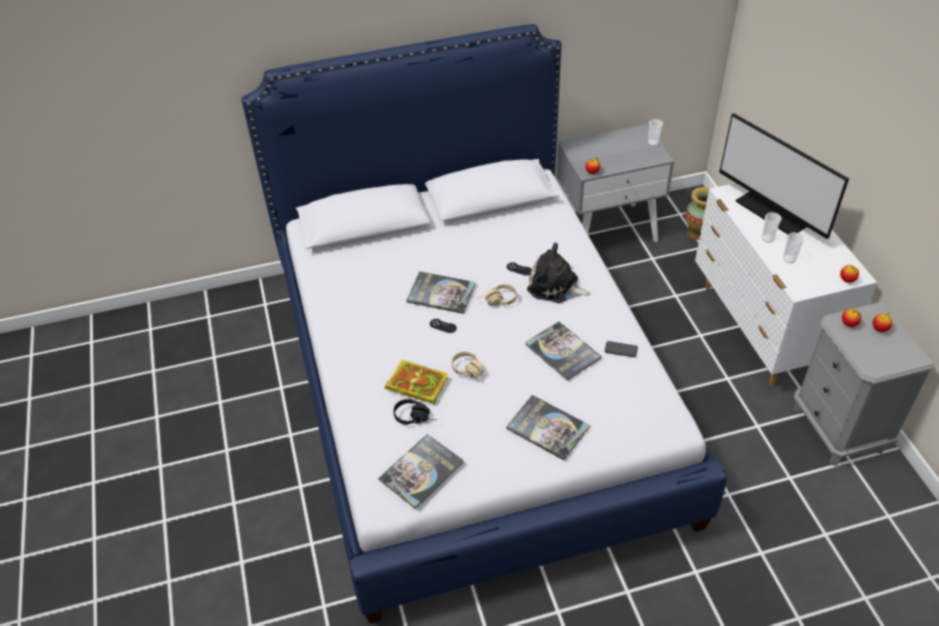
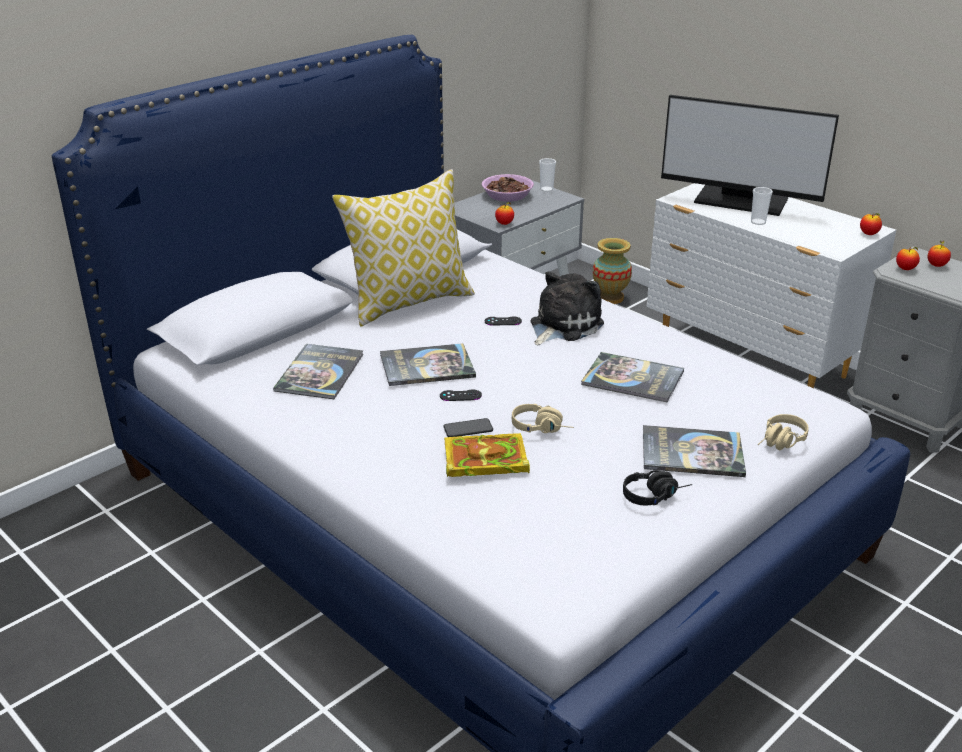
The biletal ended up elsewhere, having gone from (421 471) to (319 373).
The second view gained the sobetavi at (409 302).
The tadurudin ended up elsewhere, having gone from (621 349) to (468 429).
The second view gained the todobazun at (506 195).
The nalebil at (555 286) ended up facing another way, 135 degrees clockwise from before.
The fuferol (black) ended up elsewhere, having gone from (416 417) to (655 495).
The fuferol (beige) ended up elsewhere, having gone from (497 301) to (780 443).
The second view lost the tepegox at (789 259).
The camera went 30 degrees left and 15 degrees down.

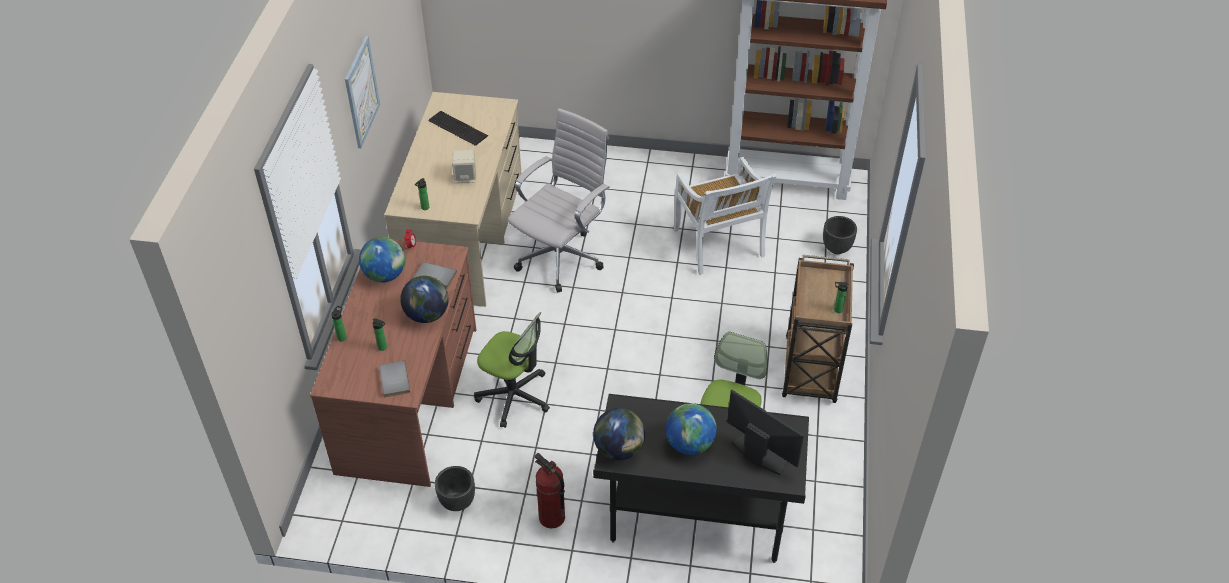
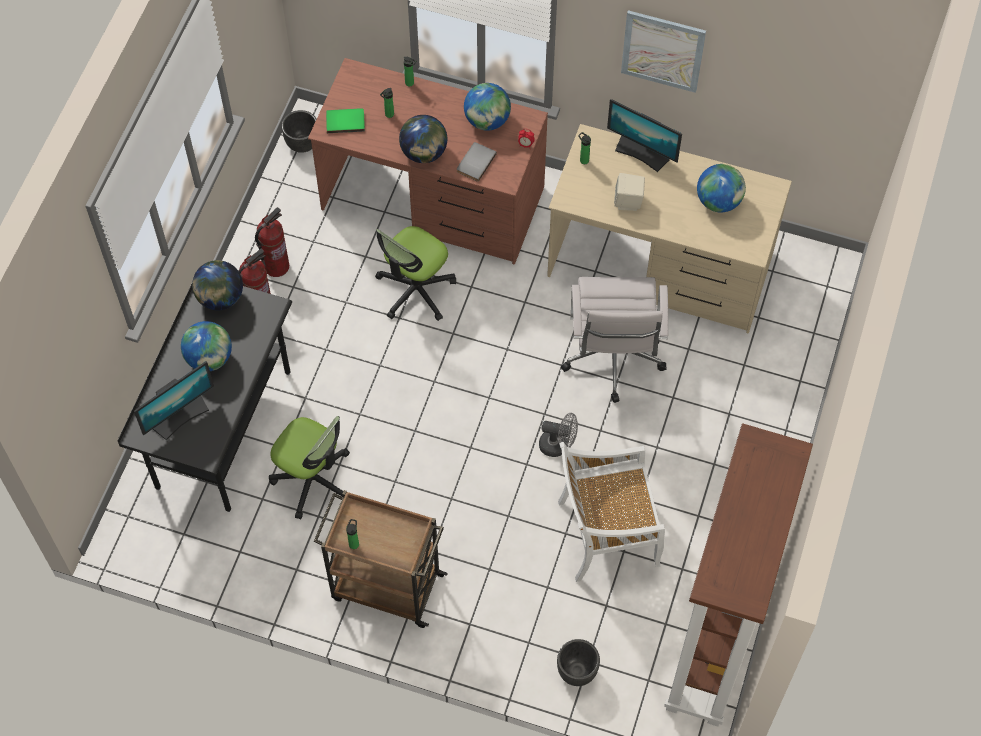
The second view gained the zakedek at (276 266).
The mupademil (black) ended up elsewhere, having gone from (457 502) to (302 144).
What was the biletal (grey) at (393 380) turned into the biletal (green) at (345 121).
The second view gained the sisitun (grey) at (558 445).
The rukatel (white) at (562 256) ended up facing another way, 45 degrees clockwise from before.
The second view gained the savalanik at (642 152).
Where the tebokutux stood at (458 127), the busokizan came to stand at (718 201).
The camera went 100 degrees right and 15 degrees up.

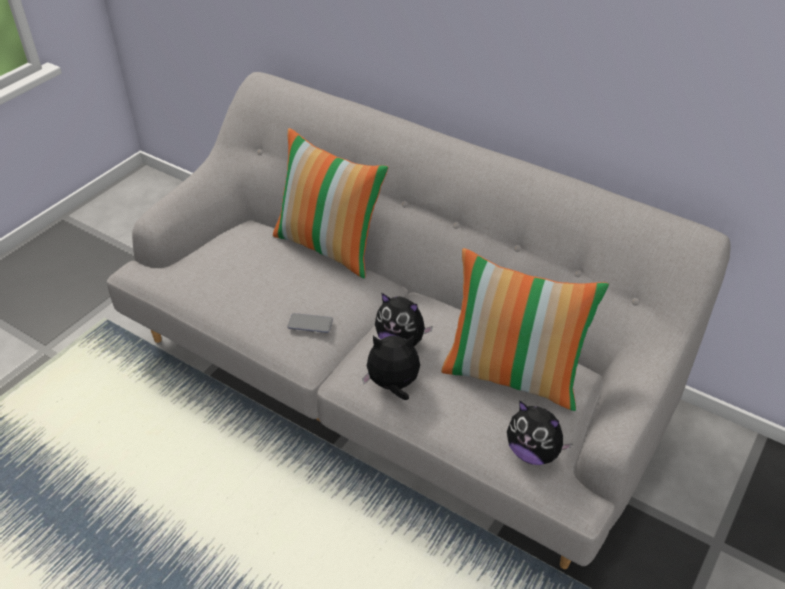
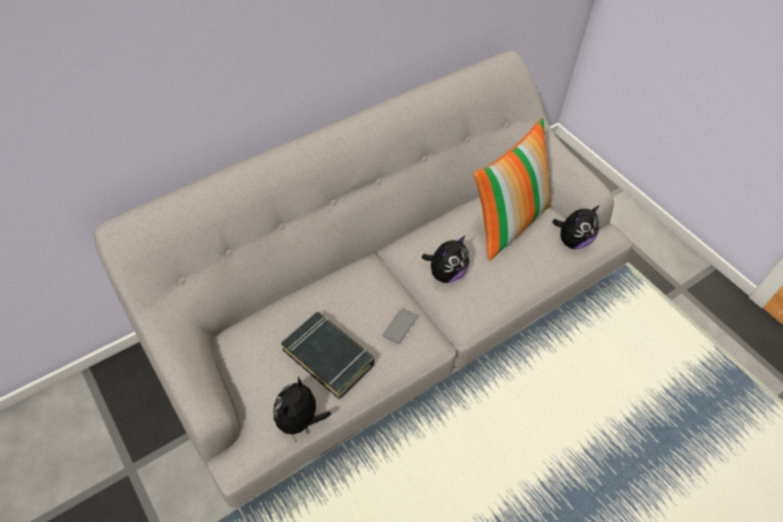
The nalebil ended up elsewhere, having gone from (393 386) to (300 420).
The second view gained the biletal (black) at (329 357).
The second view lost the sobetavi at (329 247).
The camera went 70 degrees left and 10 degrees up.

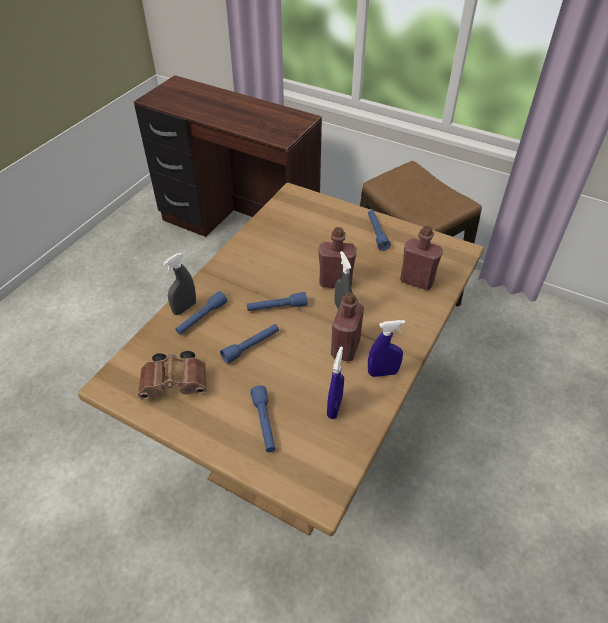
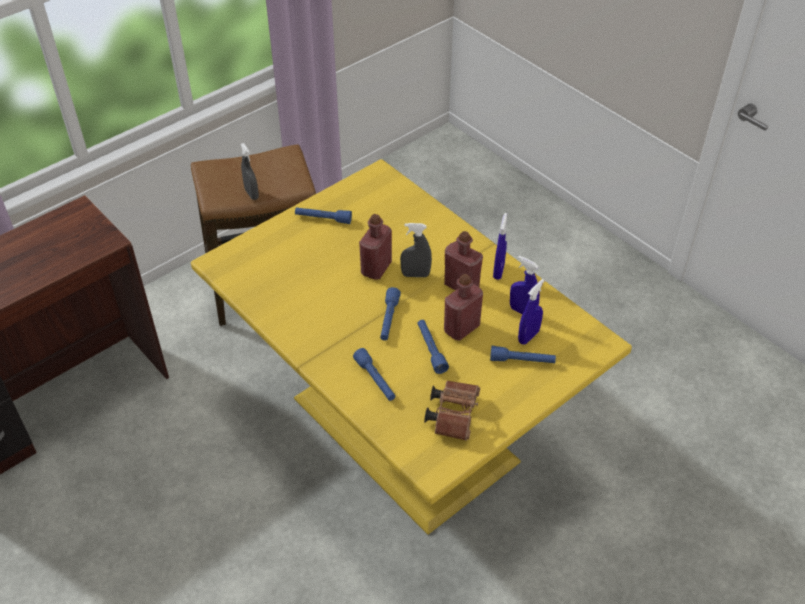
What was the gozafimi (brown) at (304 428) turned into the gozafimi (yellow) at (402 431).
The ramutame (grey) ended up elsewhere, having gone from (184 308) to (251 194).
The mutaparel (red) ended up elsewhere, having gone from (416 281) to (461 328).
The second view gained the ramutame (blue) at (528 336).
The camera went 70 degrees left and 0 degrees up.

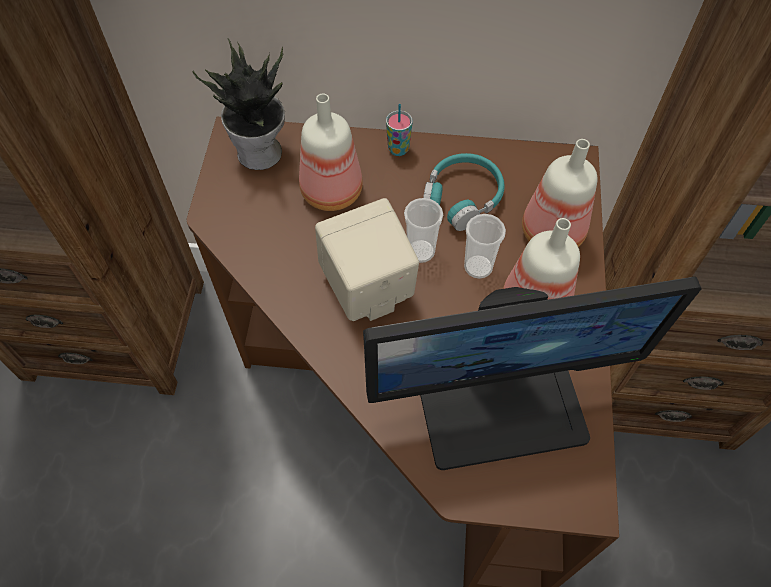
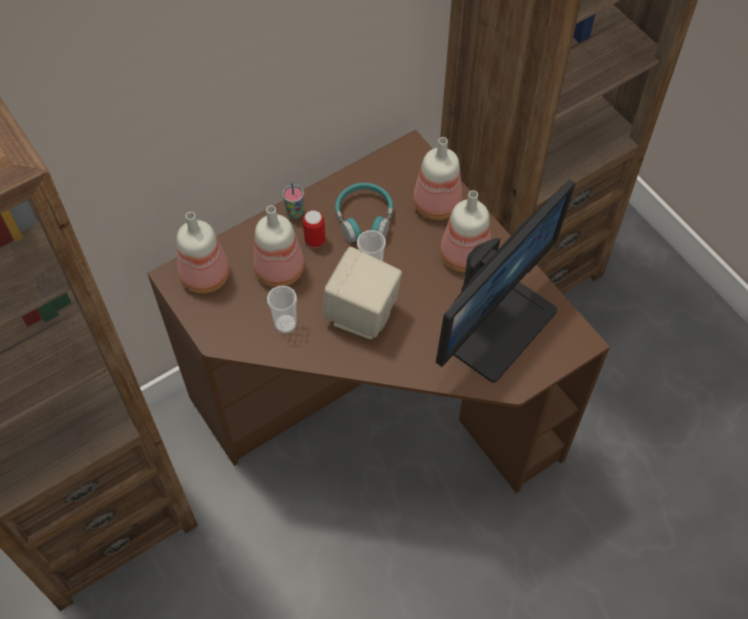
Where the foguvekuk stood at (261 153), the mutaparel came to stand at (207 276).
The tepegox ended up elsewhere, having gone from (478 267) to (285 324).
The second view gained the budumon at (315 240).
The camera went 40 degrees left and 0 degrees up.

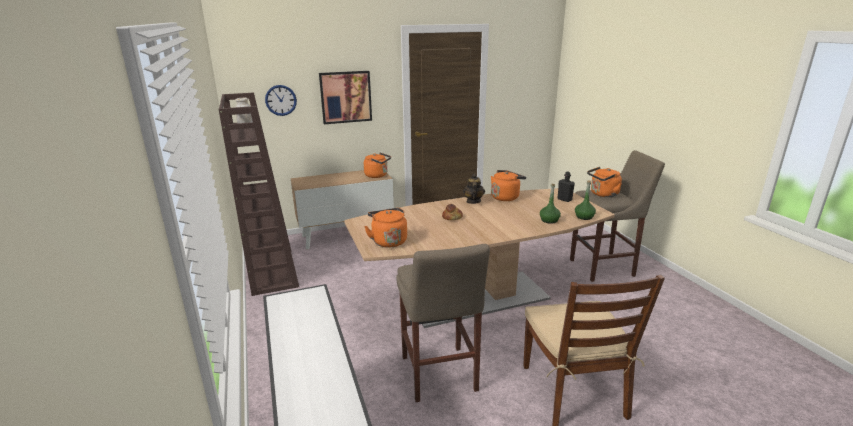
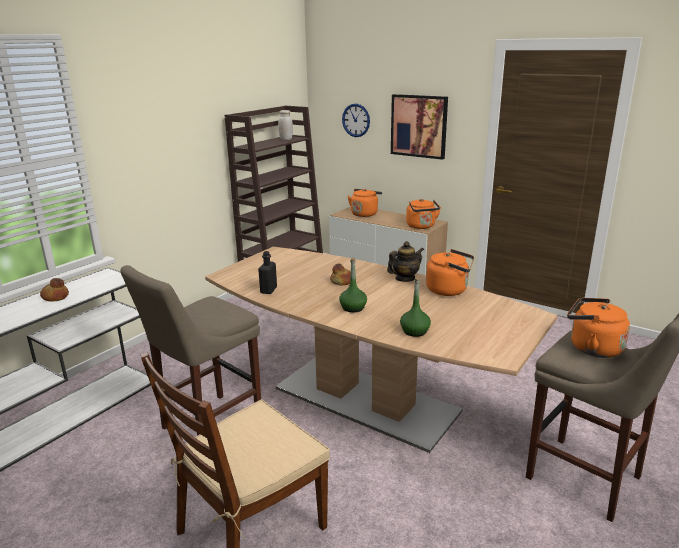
The second view gained the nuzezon at (55 297).
The mutaparel (black) ended up elsewhere, having gone from (564 199) to (268 290).
The mutaparel (green) ended up elsewhere, having gone from (584 217) to (353 308).
The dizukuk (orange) ended up elsewhere, having gone from (388 241) to (364 213).
The camera went 55 degrees right and 0 degrees up.

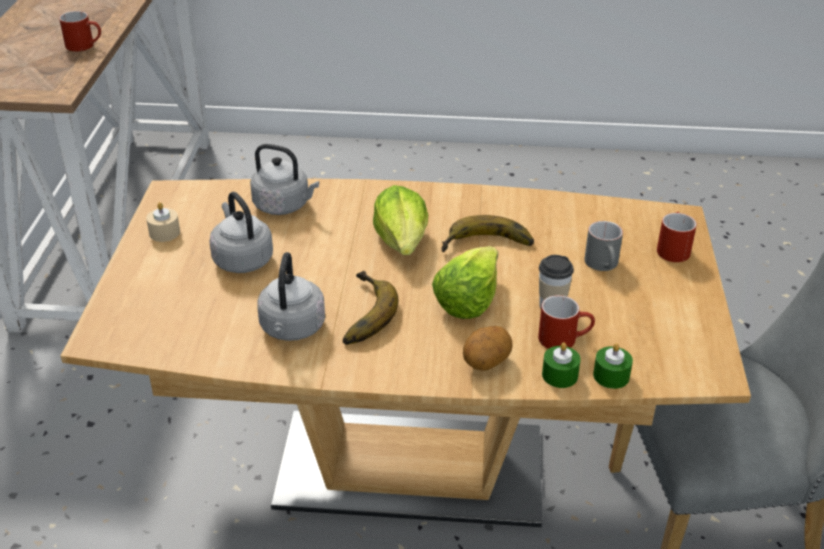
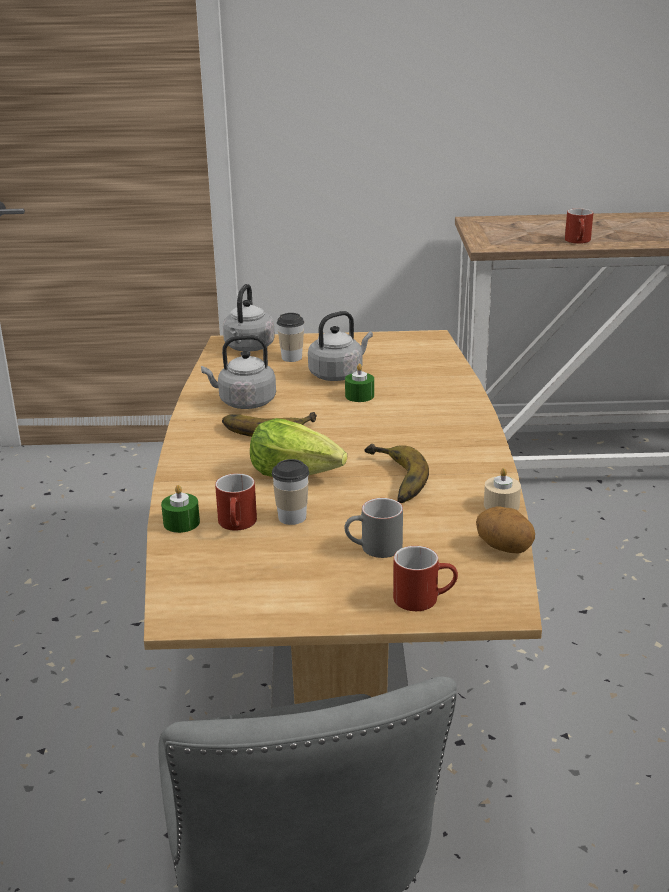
The dizukuk (grey) ended up elsewhere, having gone from (284 206) to (248 348).
The second view gained the tepegox at (291 357).
The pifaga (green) ended up elsewhere, having gone from (611 376) to (359 396).
The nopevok ended up elsewhere, having gone from (486 363) to (504 548).
The pifaga (beige) ended up elsewhere, having gone from (164 233) to (501 505).
The second view lost the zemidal at (402 241).
The camera went 85 degrees right and 10 degrees down.

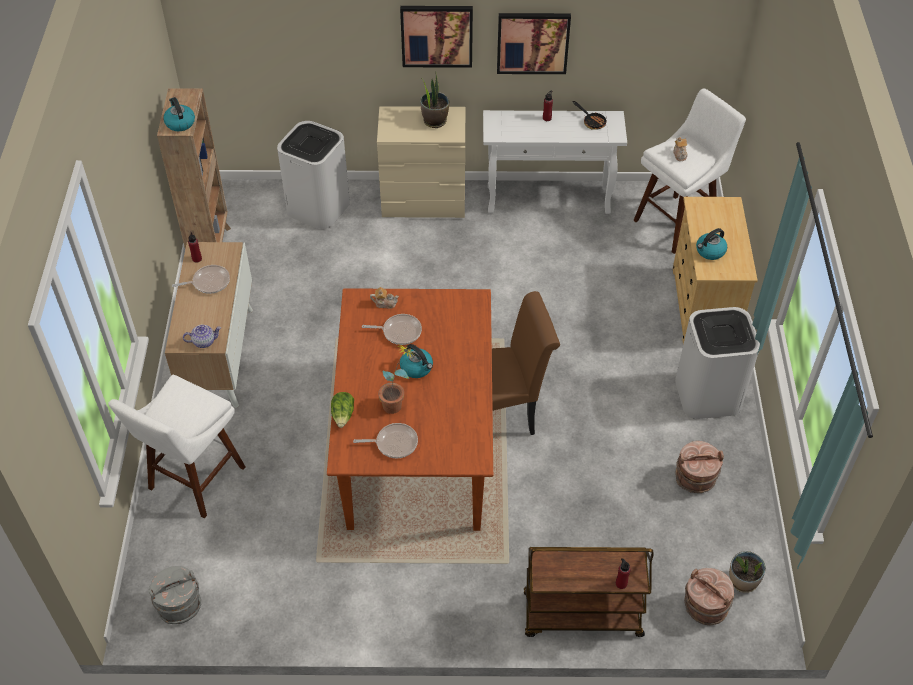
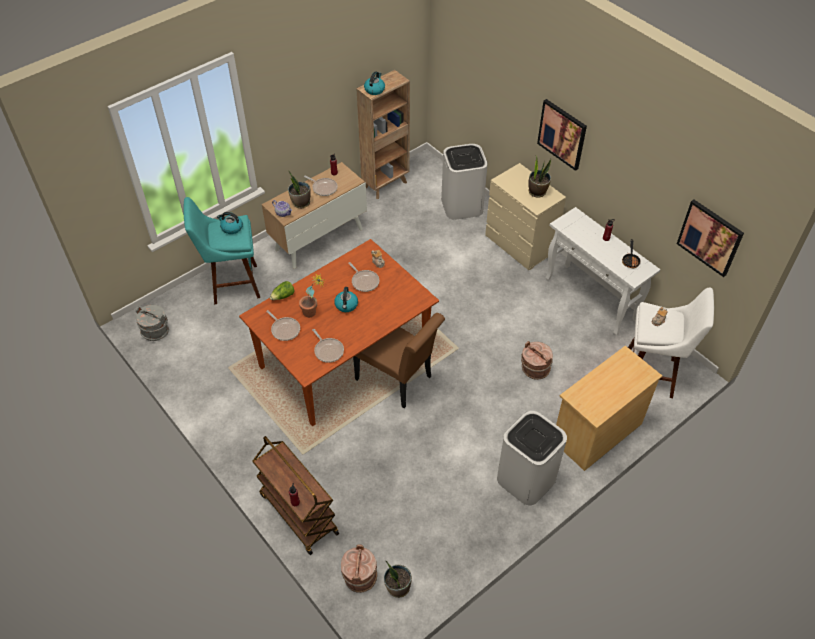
What was the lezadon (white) at (194 481) turned into the lezadon (turquoise) at (232 284).
The dizukuk ended up elsewhere, having gone from (710 251) to (231 228).
The second view gained the foguvekuk at (300 203).
The second view gained the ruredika at (328 350).
The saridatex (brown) ended up elsewhere, having gone from (695 479) to (534 369).
The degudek ended up elsewhere, having gone from (533 42) to (710 237).
The camera went 50 degrees right and 0 degrees up.

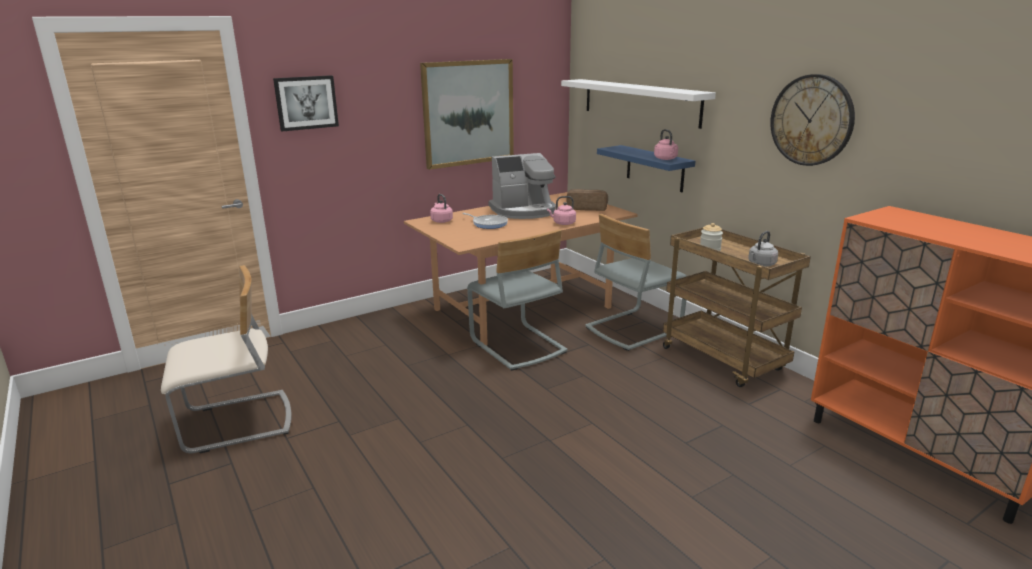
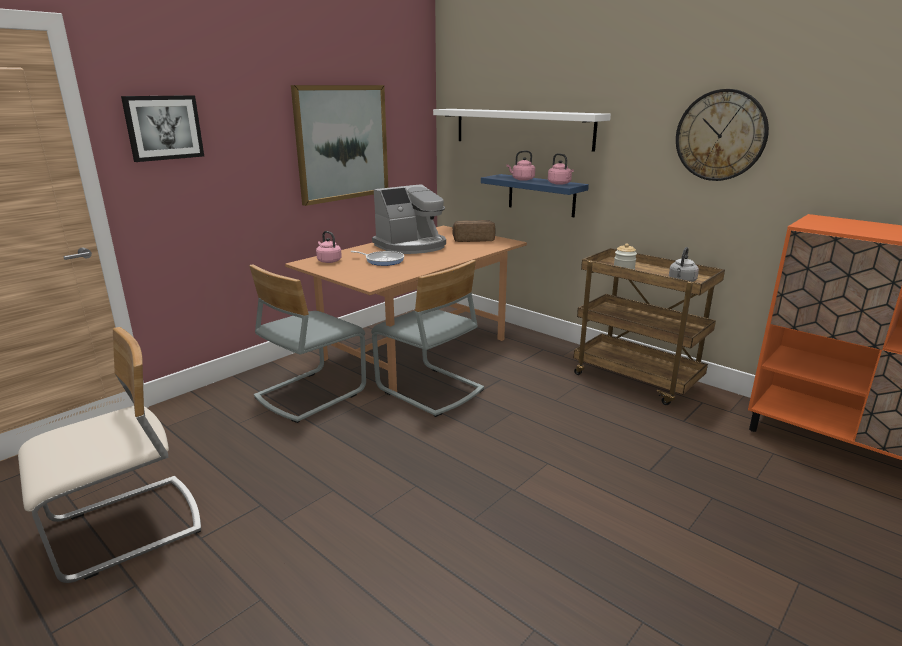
The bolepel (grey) ended up elsewhere, having gone from (632 329) to (310 394).
The dizukuk (pink) ended up elsewhere, having gone from (563 223) to (522 179).
The camera went 15 degrees left and 0 degrees up.

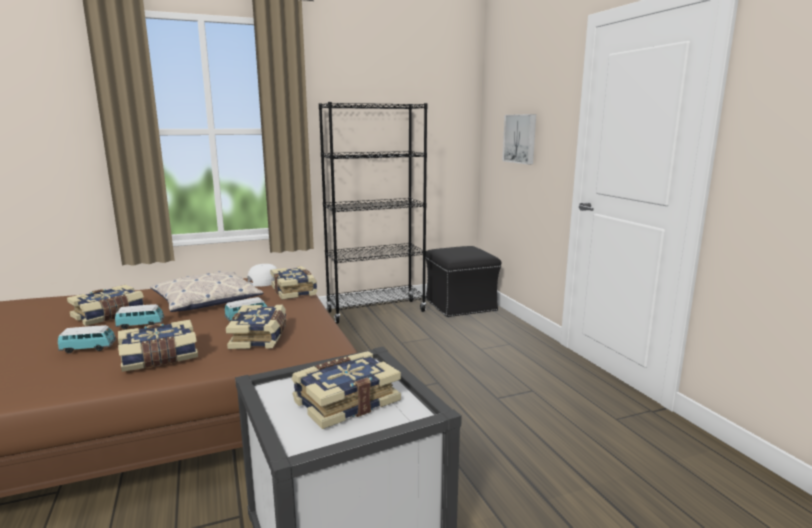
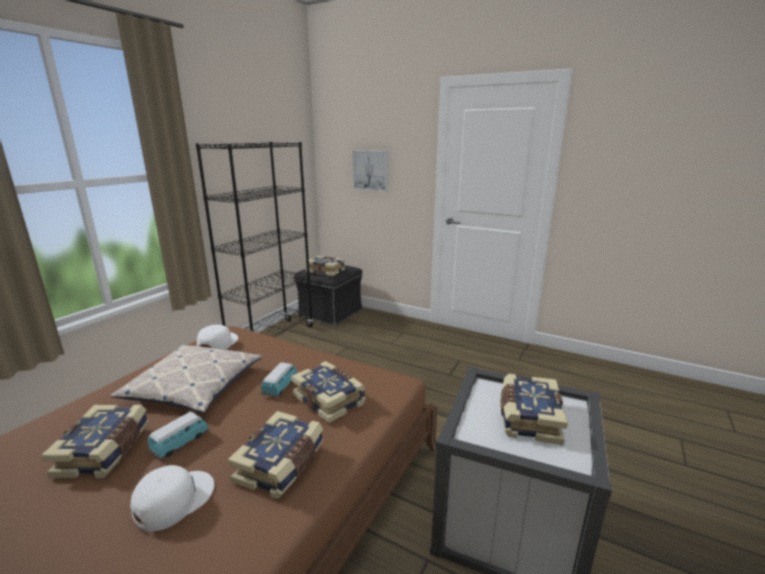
Where the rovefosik stood at (88 348), the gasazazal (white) came to stand at (173 499).
The biletal ended up elsewhere, having gone from (295 291) to (326 271).
The camera went 40 degrees left and 5 degrees up.

